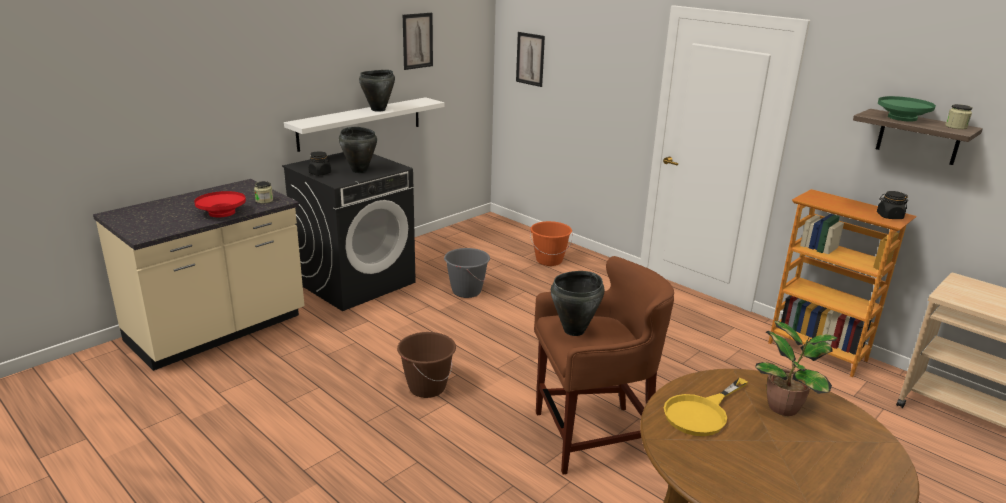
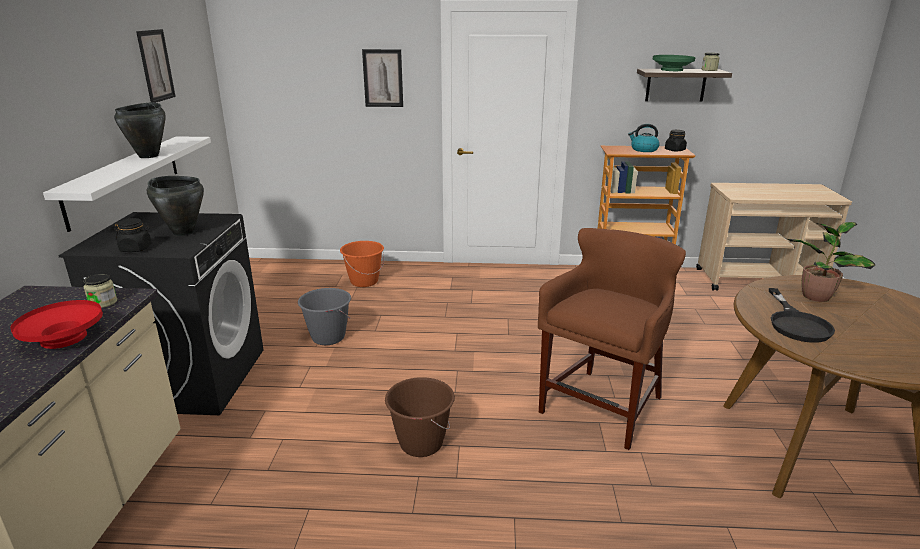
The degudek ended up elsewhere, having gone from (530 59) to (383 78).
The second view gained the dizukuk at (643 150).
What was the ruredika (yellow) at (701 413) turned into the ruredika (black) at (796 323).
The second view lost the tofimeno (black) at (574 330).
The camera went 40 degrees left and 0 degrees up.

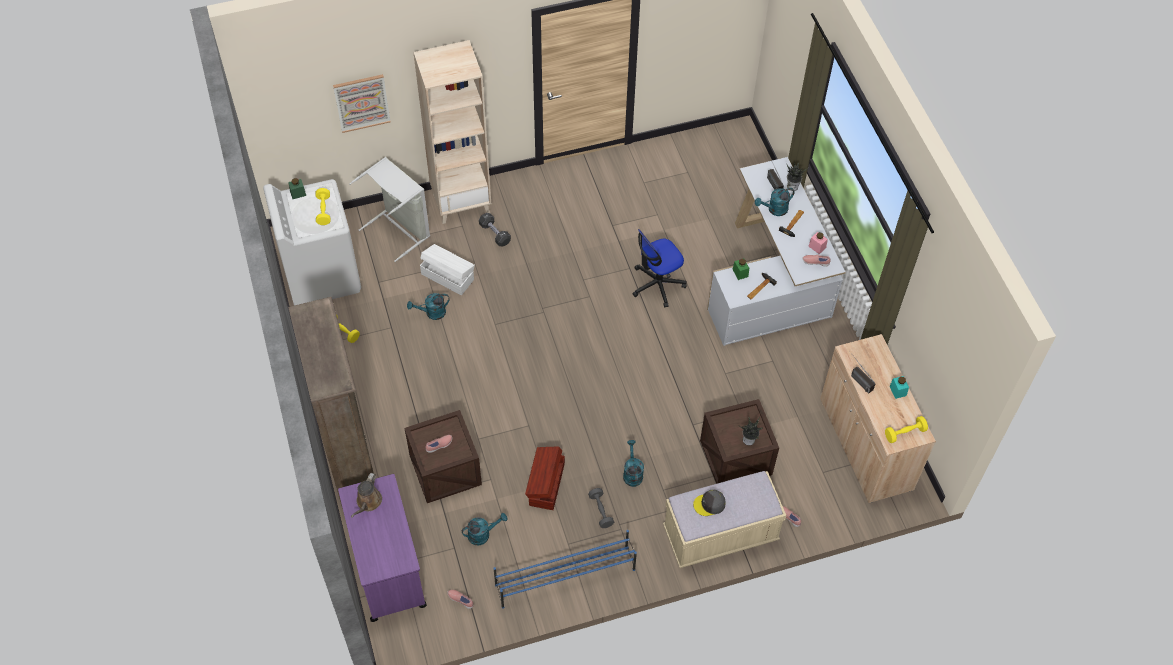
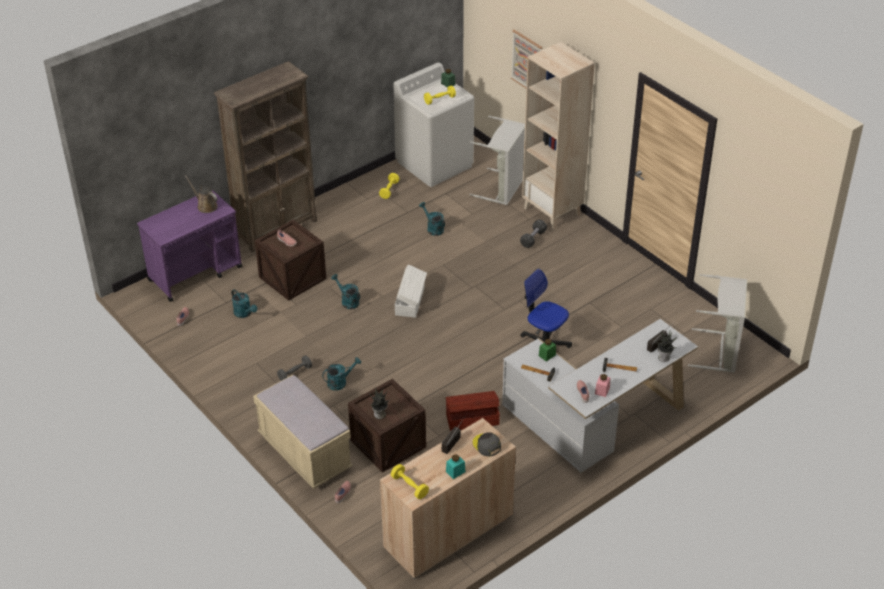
The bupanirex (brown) at (368 502) ended up facing another way, 45 degrees clockwise from before.
The bupanirex (turquoise) ended up elsewhere, having gone from (774 210) to (347 301).
The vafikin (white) ended up elsewhere, having gone from (447 276) to (410 301).
The vafikin (brown) ended up elsewhere, having gone from (545 484) to (472 419).
The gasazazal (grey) ended up elsewhere, having gone from (709 504) to (486 445).
The second view gained the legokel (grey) at (720 352).
The second view lost the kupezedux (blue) at (564 577).
The camera went 70 degrees right and 15 degrees down.

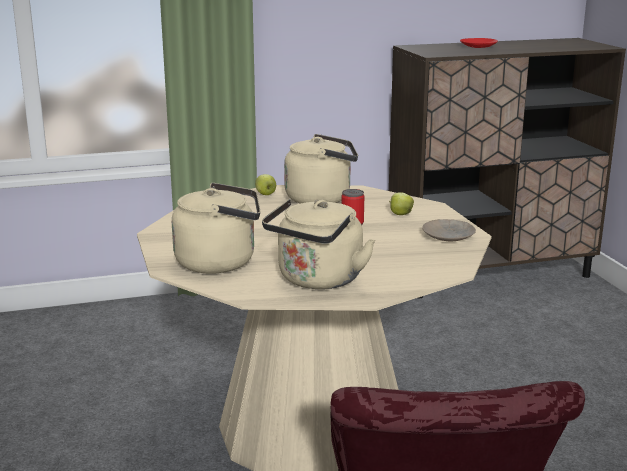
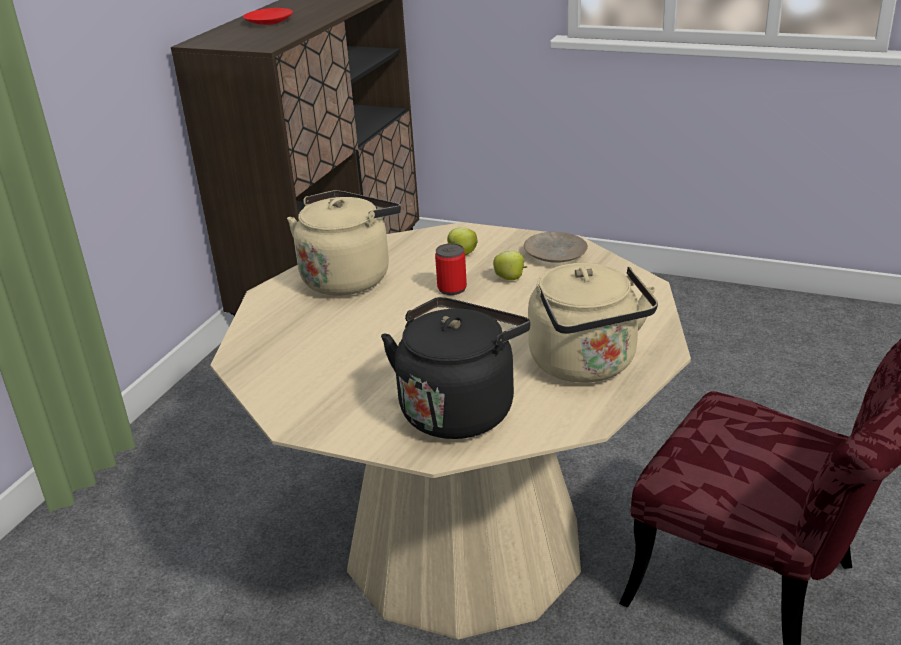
What was the dizukuk (beige) at (221 262) turned into the dizukuk (black) at (460 408).
The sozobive ended up elsewhere, having gone from (266 194) to (510 278).
The camera went 50 degrees left and 10 degrees up.

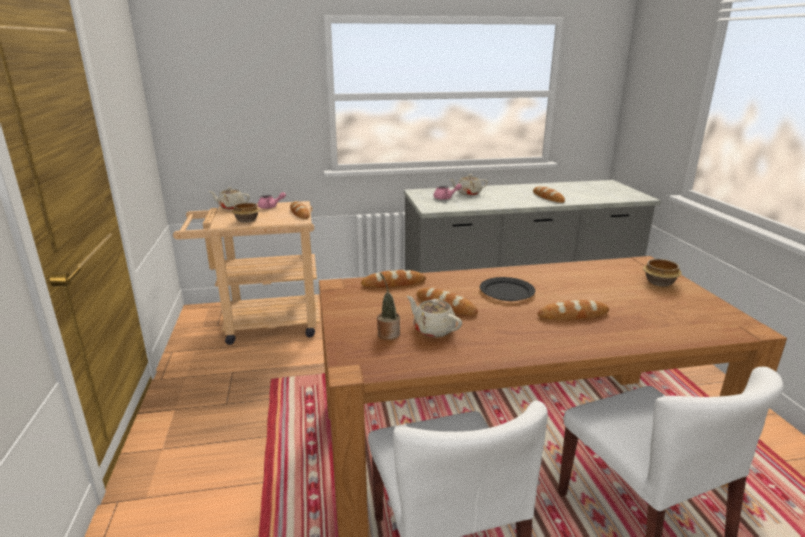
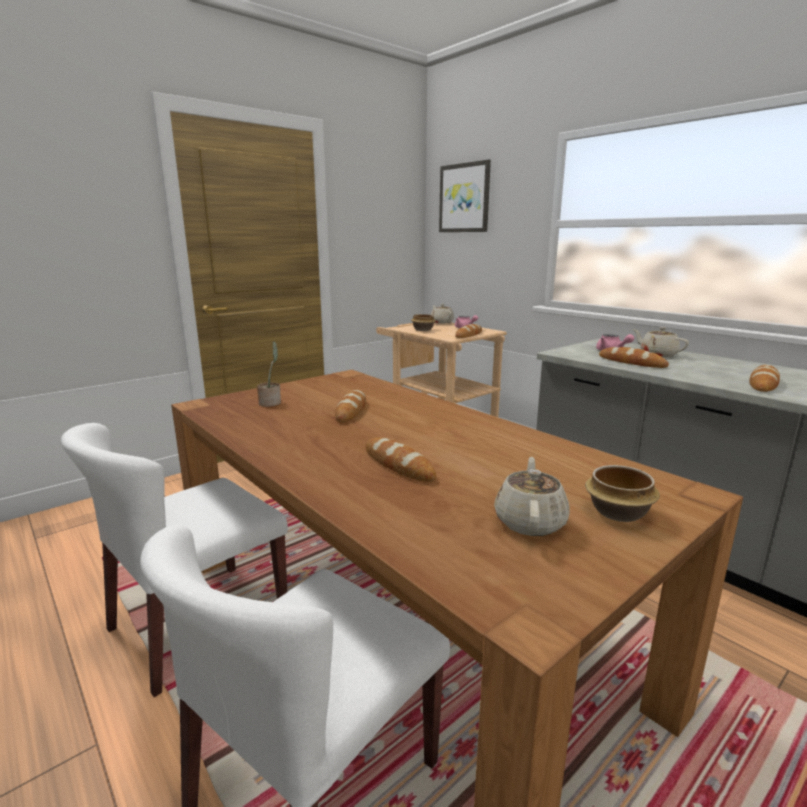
The second view gained the degudek at (464 198).
The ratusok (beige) ended up elsewhere, having gone from (433 329) to (530 521).
The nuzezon ended up elsewhere, having gone from (393 283) to (631 362).
The second view lost the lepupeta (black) at (506 291).
The camera went 60 degrees right and 5 degrees down.

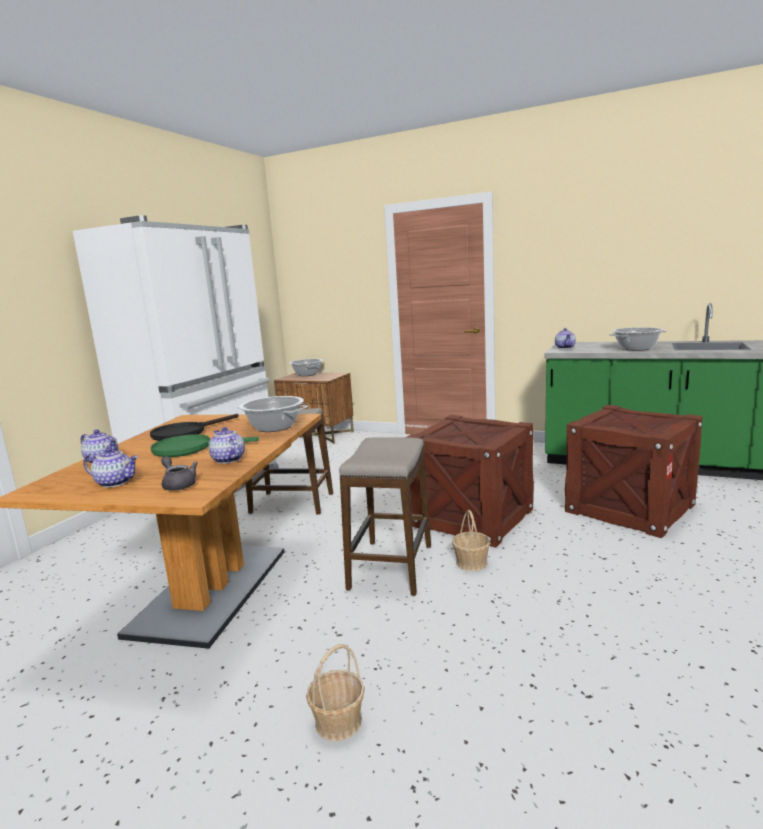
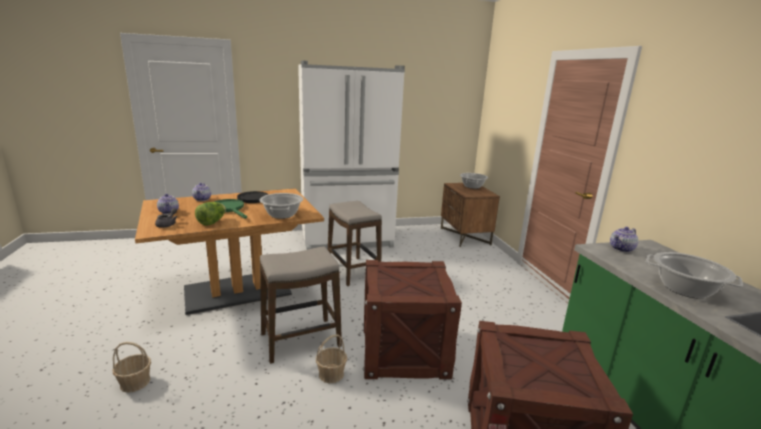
Where the ratusok stood at (227 460), the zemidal came to stand at (212 222).
The camera went 50 degrees right and 5 degrees up.

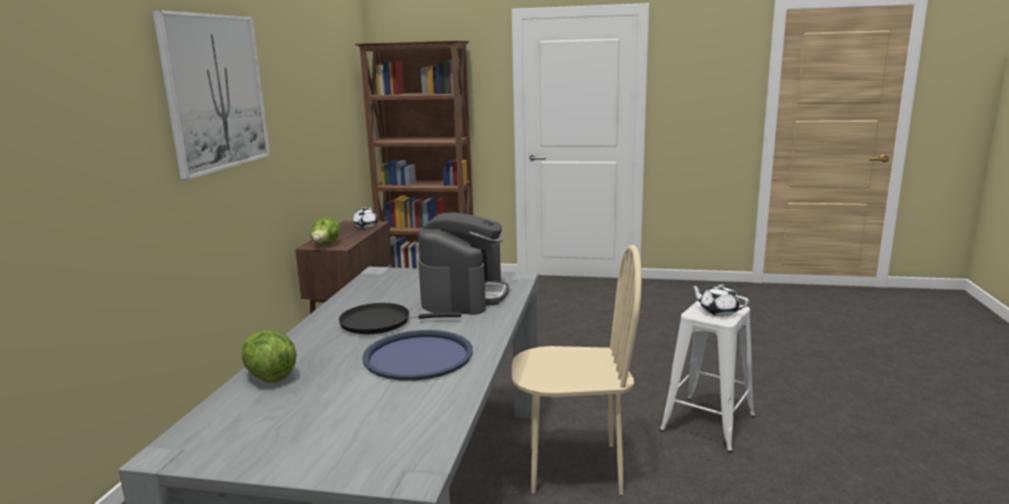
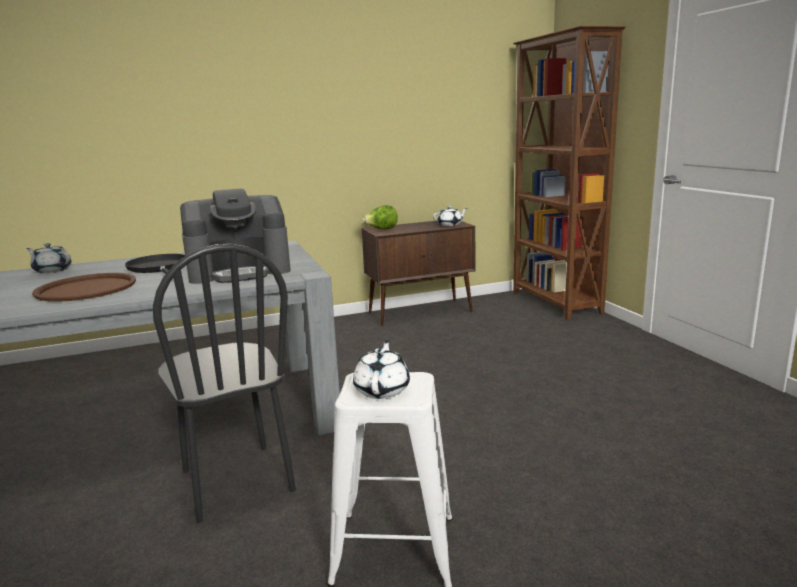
Where the zemidal stood at (269 375), the ratusok (grey) came to stand at (52 270).
What was the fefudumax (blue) at (418 356) turned into the fefudumax (brown) at (86 288).
What was the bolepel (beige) at (574 468) turned into the bolepel (black) at (236 481).
The second view lost the degudek at (215 92).
The camera went 60 degrees right and 0 degrees up.

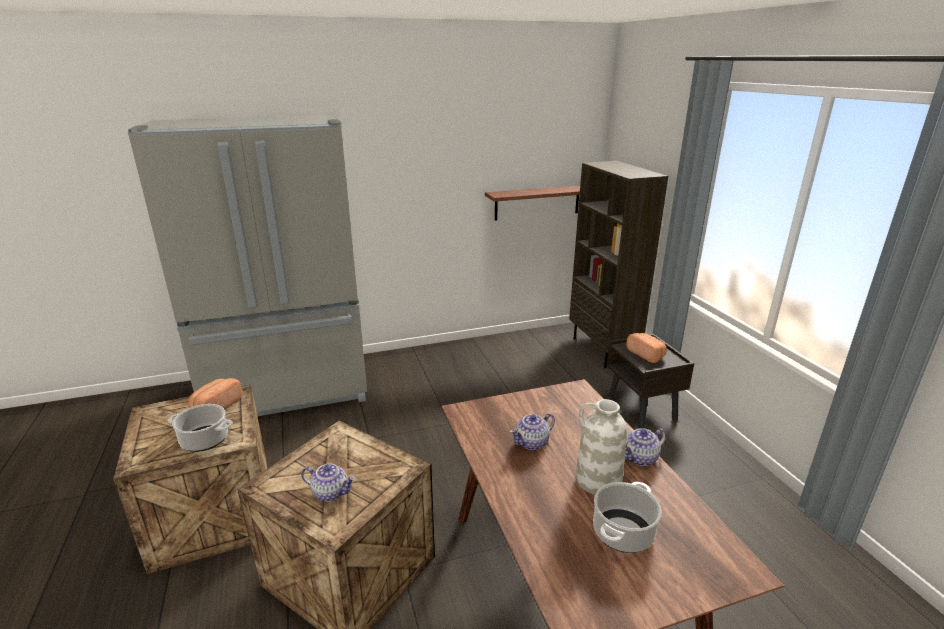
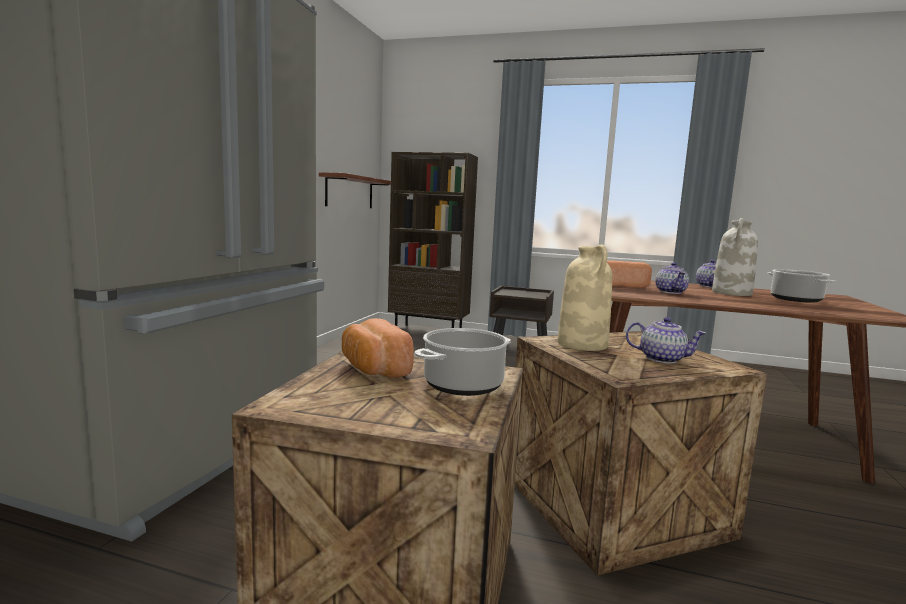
The second view gained the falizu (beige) at (583 345).
The nuzezon ended up elsewhere, having gone from (646 354) to (621 285).
The ratusok at (331 493) ended up facing another way, 60 degrees clockwise from before.
The camera went 55 degrees left and 15 degrees down.

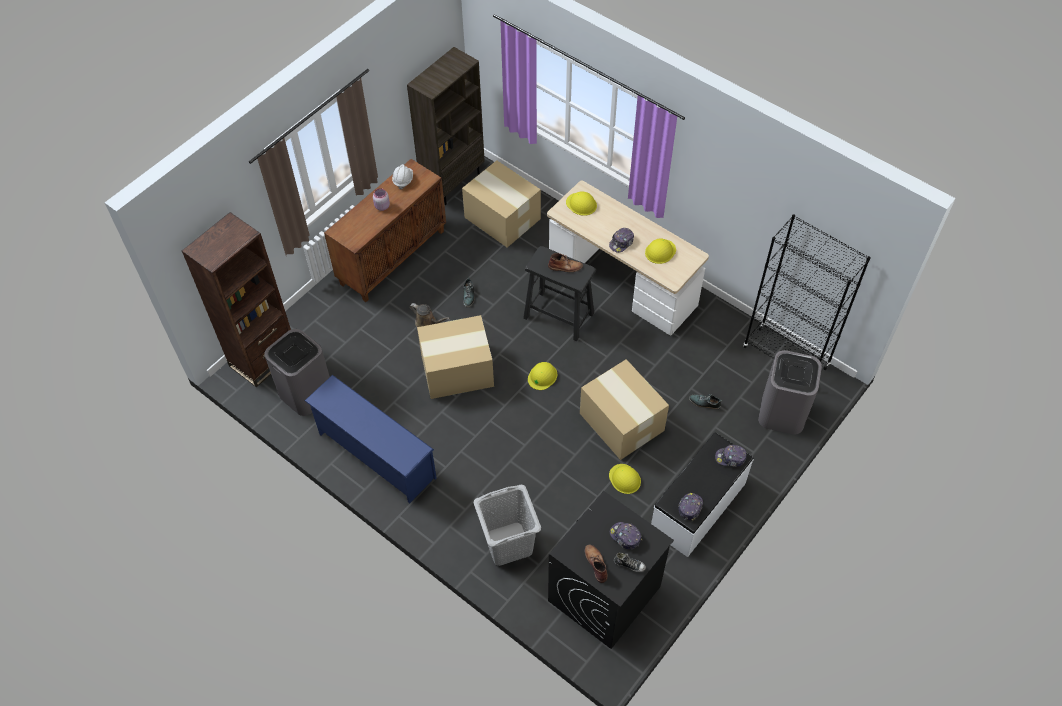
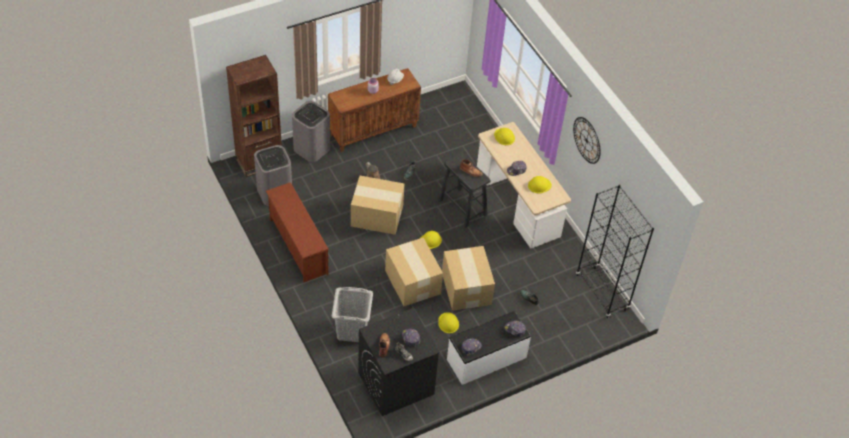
What was the kupezedux (blue) at (375 456) turned into the kupezedux (brown) at (297 246).
The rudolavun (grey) ended up elsewhere, having gone from (782 412) to (312 148).
The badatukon ended up elsewhere, having gone from (502 217) to (412 281).
The second view gained the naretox at (586 140).
The second view lost the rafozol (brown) at (453 183).
The camera went 20 degrees right and 5 degrees down.

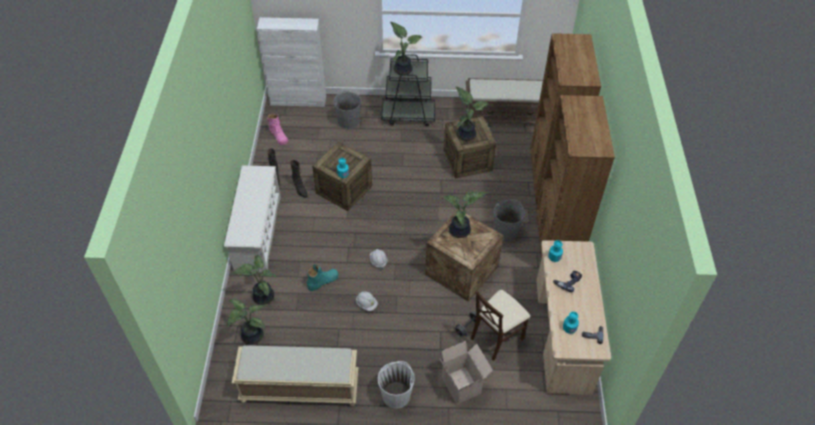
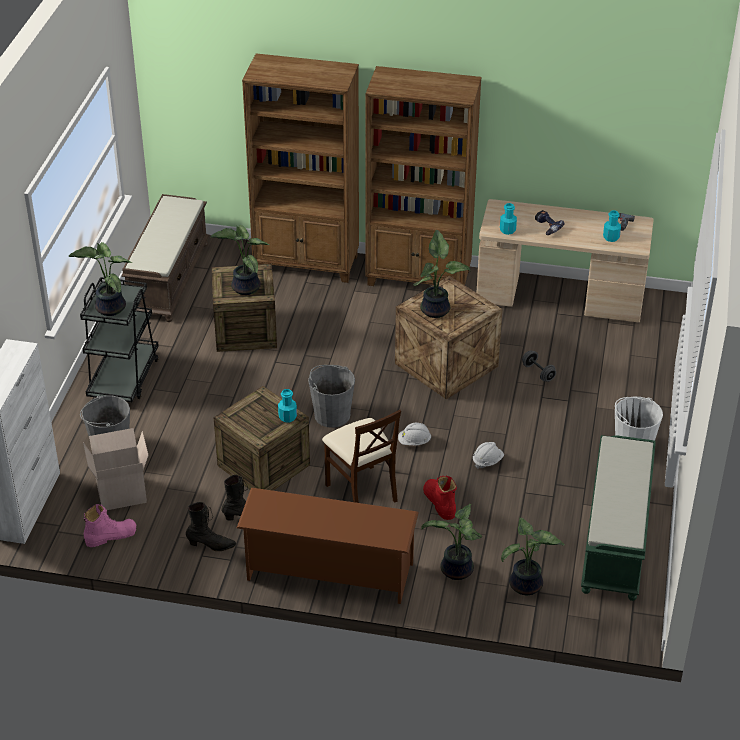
The badatukon ended up elsewhere, having gone from (462 385) to (122 492).
What was the kupezedux (white) at (257 233) turned into the kupezedux (brown) at (328 572).
The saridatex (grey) ended up elsewhere, having gone from (506 231) to (332 415).
The bolepel (beige) ended up elsewhere, having gone from (496 337) to (362 491).
What was the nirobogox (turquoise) at (323 281) turned into the nirobogox (red) at (439 502).
What was the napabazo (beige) at (299 388) turned into the napabazo (green) at (616 539).
The camera went 80 degrees left and 10 degrees down.

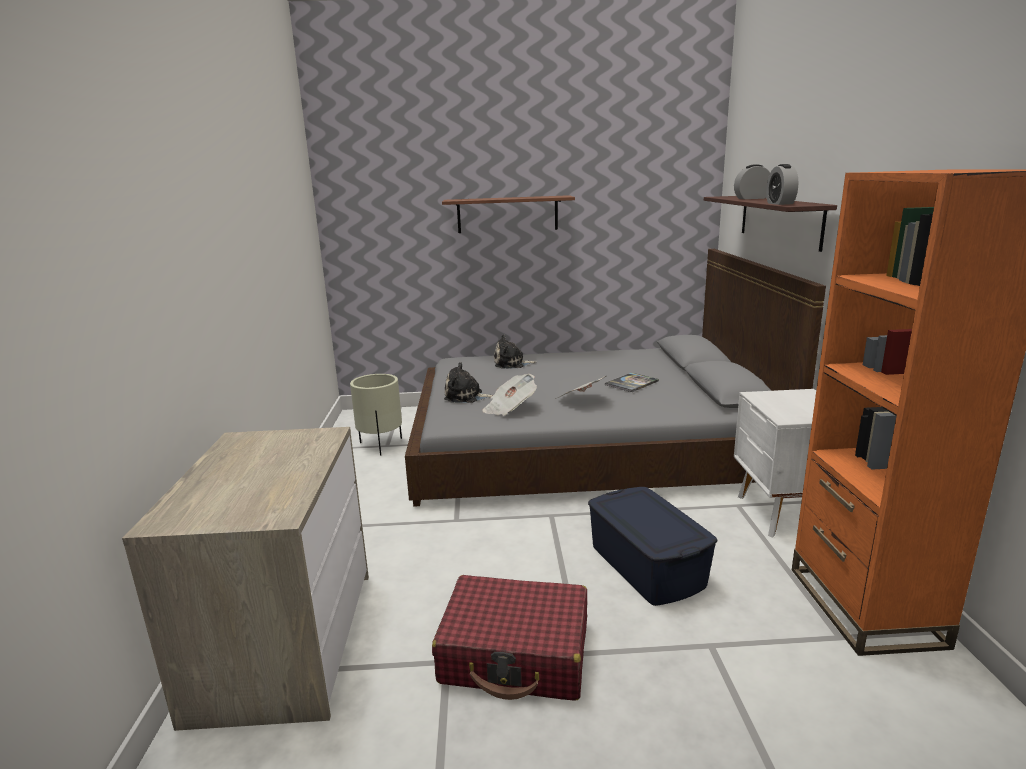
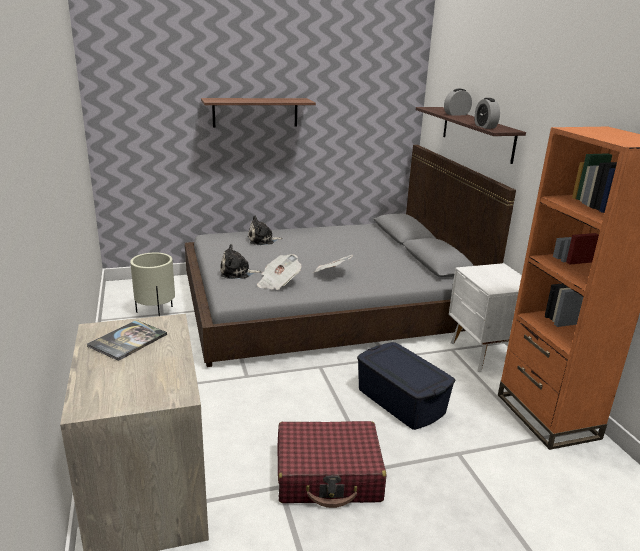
The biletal ended up elsewhere, having gone from (631 383) to (128 341).
The camera went 15 degrees left and 5 degrees up.

